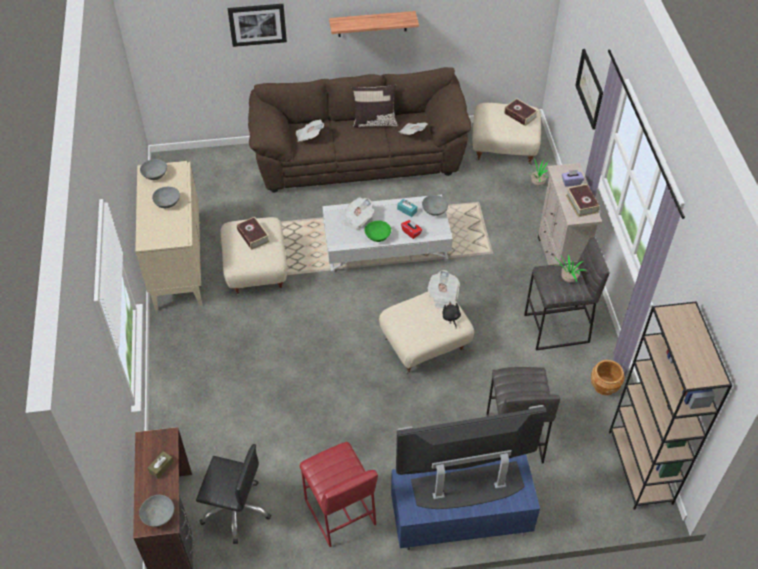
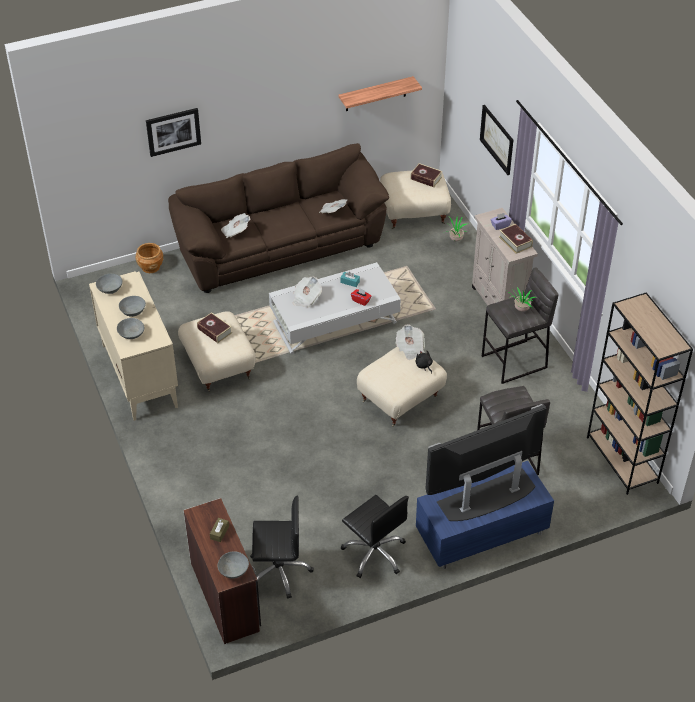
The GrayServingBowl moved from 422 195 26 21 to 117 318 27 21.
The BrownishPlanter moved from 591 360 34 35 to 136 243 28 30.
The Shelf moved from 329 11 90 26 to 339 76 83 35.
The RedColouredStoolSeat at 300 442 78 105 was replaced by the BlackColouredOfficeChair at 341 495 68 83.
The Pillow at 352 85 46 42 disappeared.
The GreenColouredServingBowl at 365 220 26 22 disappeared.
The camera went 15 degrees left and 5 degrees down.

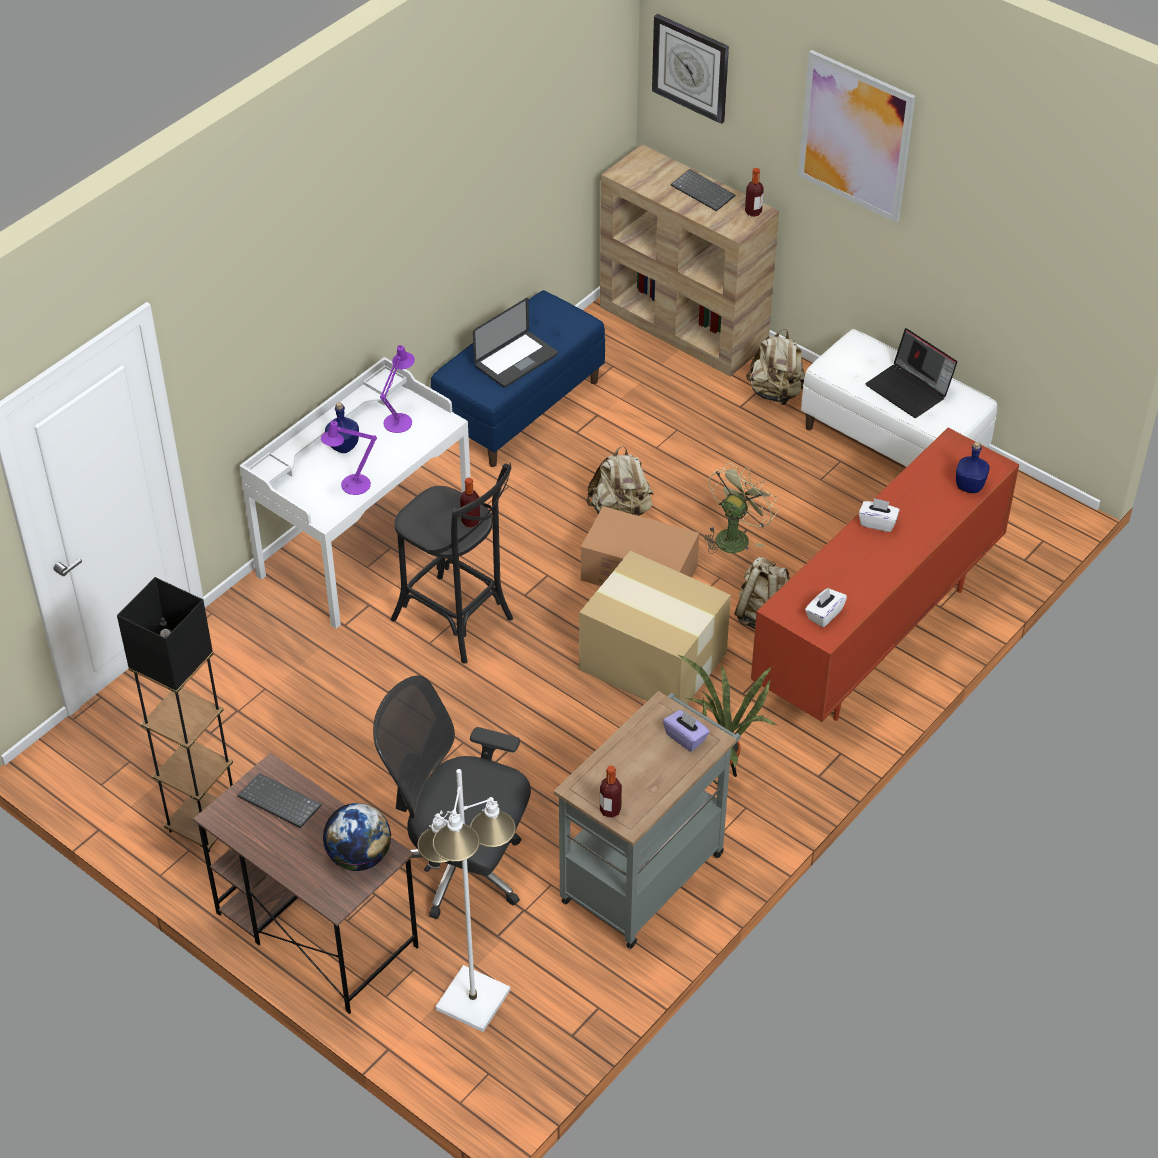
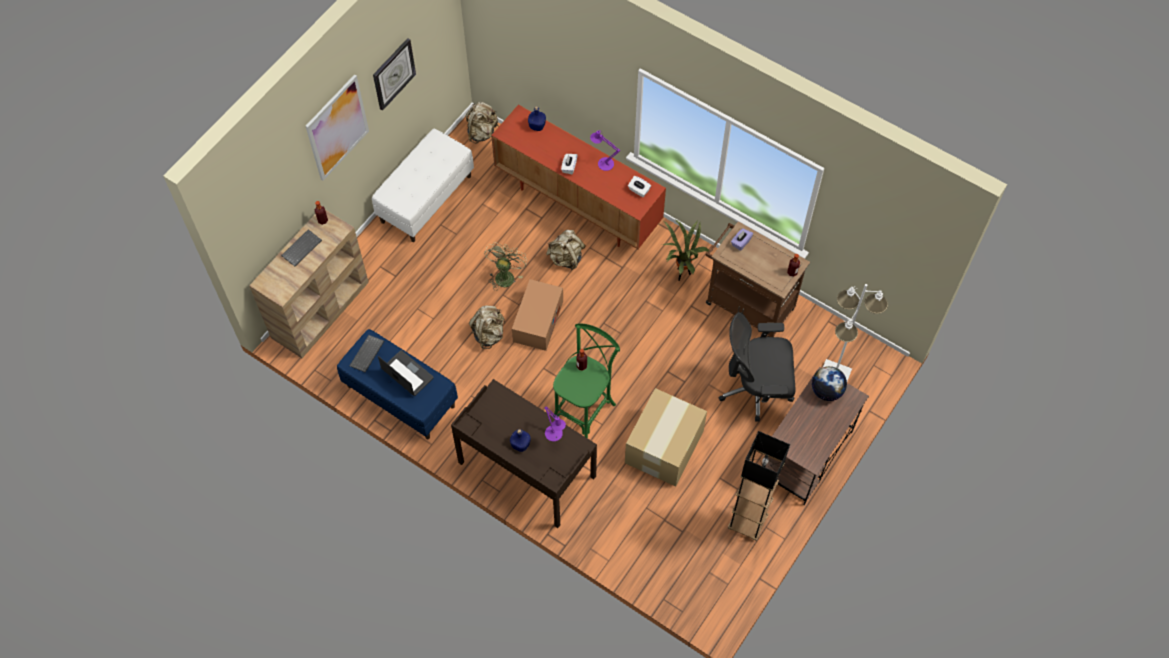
The Keyboard moved from 238 773 84 55 to 350 335 34 37.
The ClockOnTheWall moved from 652 14 77 110 to 373 38 43 73.
The WhiteColouredDeskUnit at 240 357 231 272 became the BrownishDeskUnit at 451 379 146 149.
The BeigeColouredBackpack moved from 746 329 59 76 to 466 102 33 42.
The GreenColouredCoolingFan at 704 463 74 91 turned 75 degrees clockwise.
The BlackColouredStoolSeat at 391 462 122 202 became the GreenColouredStoolSeat at 553 323 67 115.
The PurplishTabletopLamp moved from 380 345 35 88 to 590 130 30 41.
The PackingBox moved from 579 551 152 153 to 625 388 82 99.
The GrayCart at 554 691 187 258 became the BrownishCart at 705 221 105 116.
The OfficeChair at 373 676 158 243 turned 75 degrees clockwise.
The PortableComputer at 865 328 92 90 disappeared.
The camera went 95 degrees left and 15 degrees up.

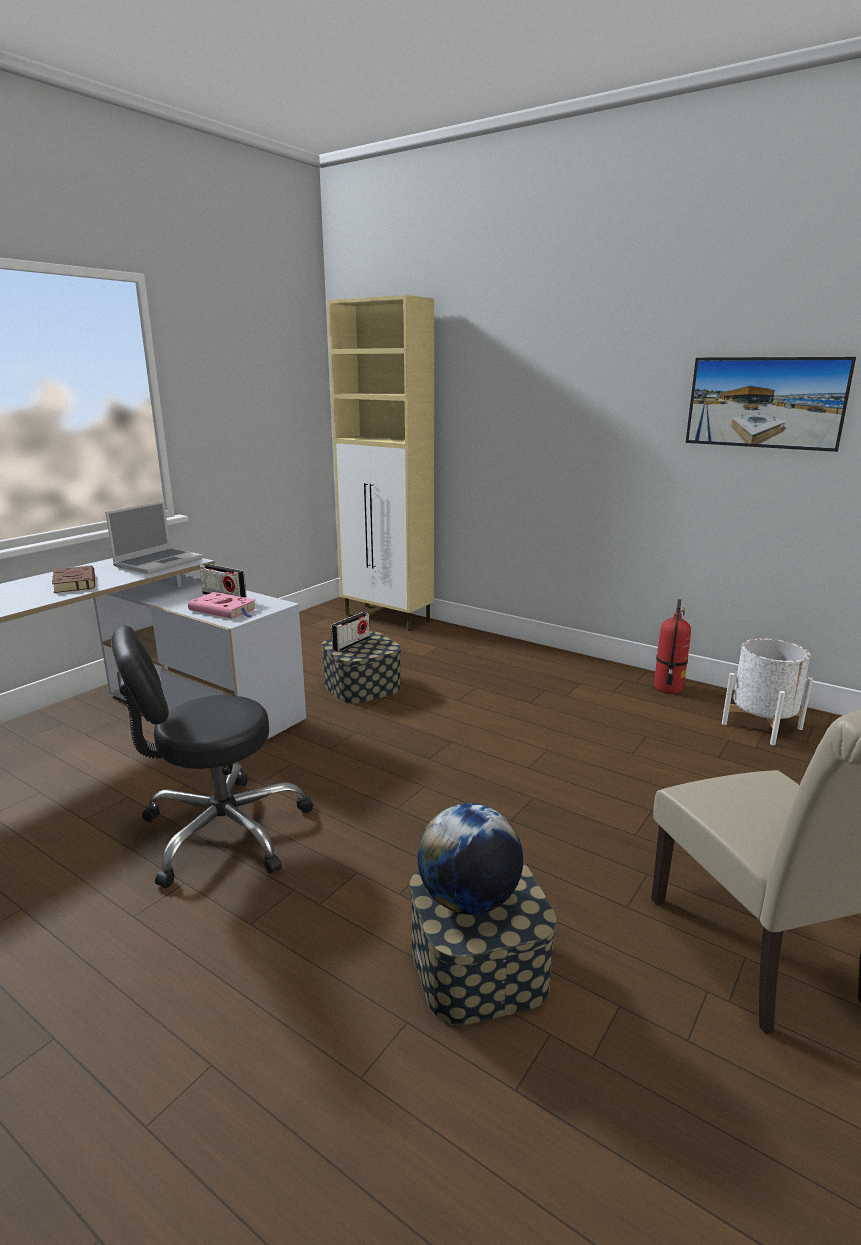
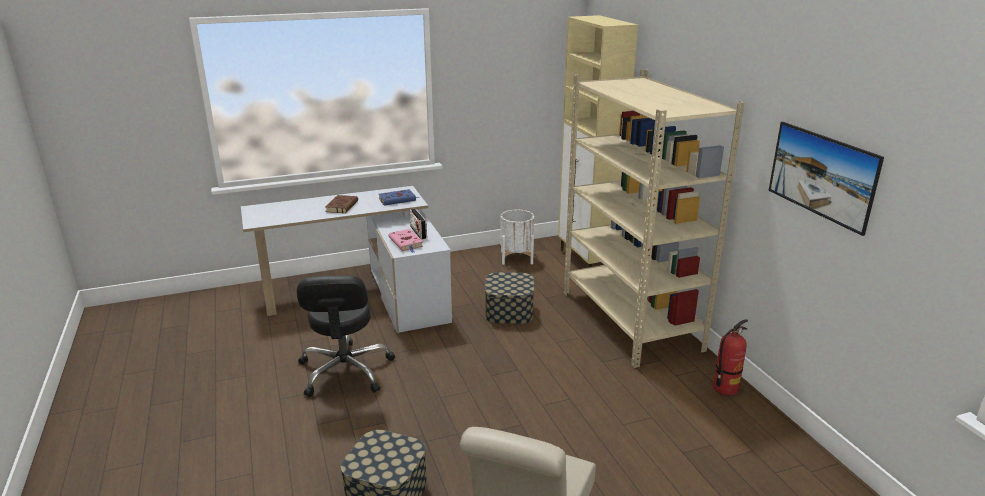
The BlackColouredOfficeChair at 111 626 203 262 turned 105 degrees counterclockwise.
The PortableComputer at 105 501 98 73 was replaced by the BlueColouredVolume at 379 189 40 17.
The WhiteColouredPlanter moved from 722 638 91 108 to 500 209 34 56.
The BeigeColouredBookshelf at 564 69 180 299 appeared.
The RadioSet at 331 612 39 40 disappeared.
The Globe at 417 803 106 112 disappeared.
The camera went 35 degrees right and 5 degrees up.

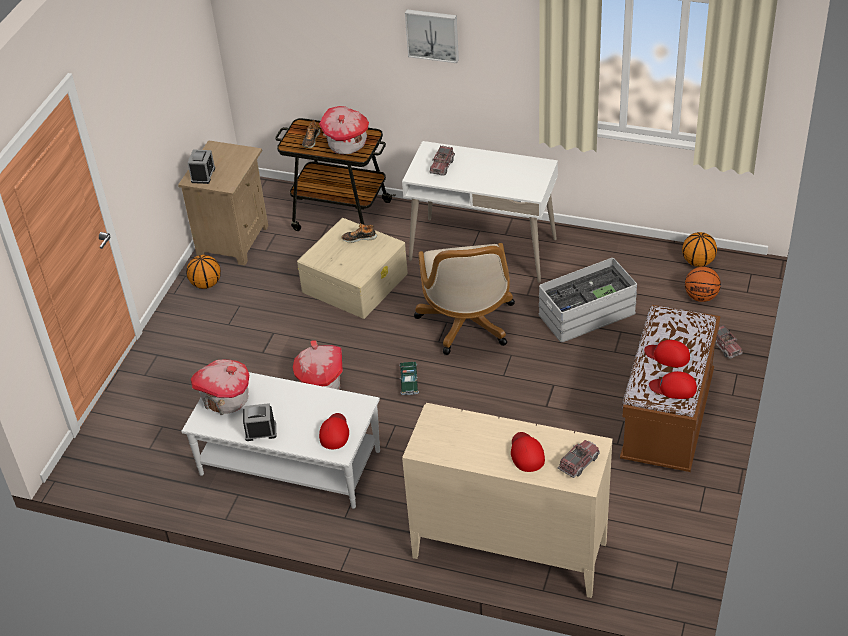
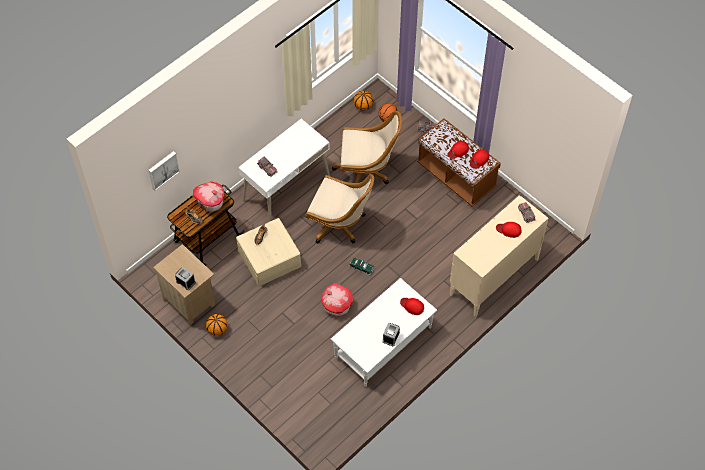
The WallArt moved from 405 9 54 54 to 148 151 32 40.
The GrayStorageBin at 539 258 98 84 was replaced by the OfficeChair at 332 111 70 73.
The ToyHouse at 191 360 58 55 disappeared.
The camera went 65 degrees left and 15 degrees up.

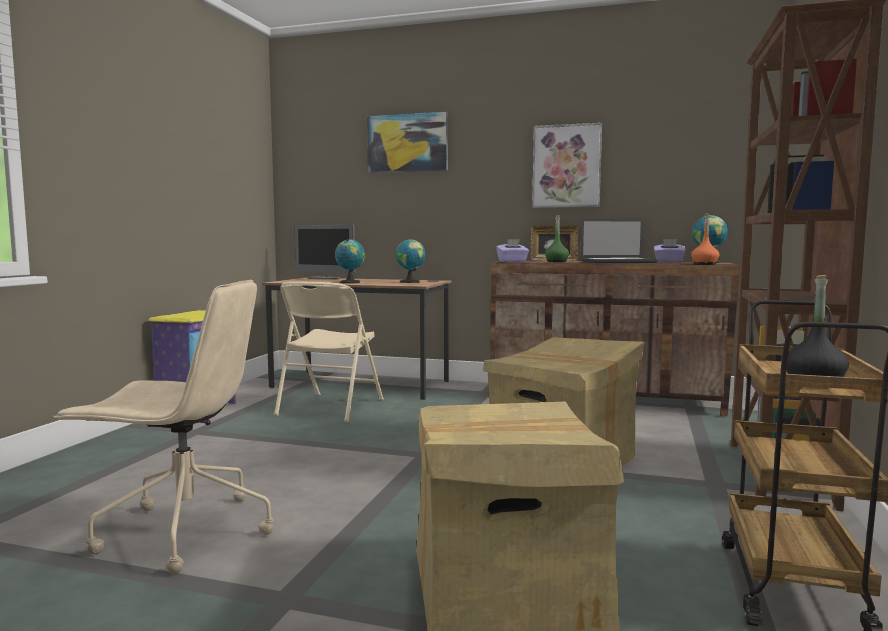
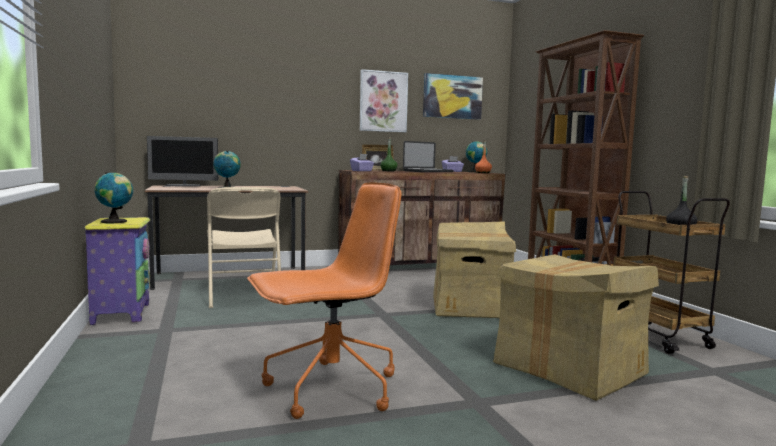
The Globe moved from 396 239 29 44 to 94 172 39 51.
The BeigeColouredOfficeChair at 53 280 221 294 became the OrangeOfficeChair at 247 182 154 237.
The WallArt moved from 367 111 81 62 to 423 73 60 47.
The camera went 35 degrees left and 0 degrees up.

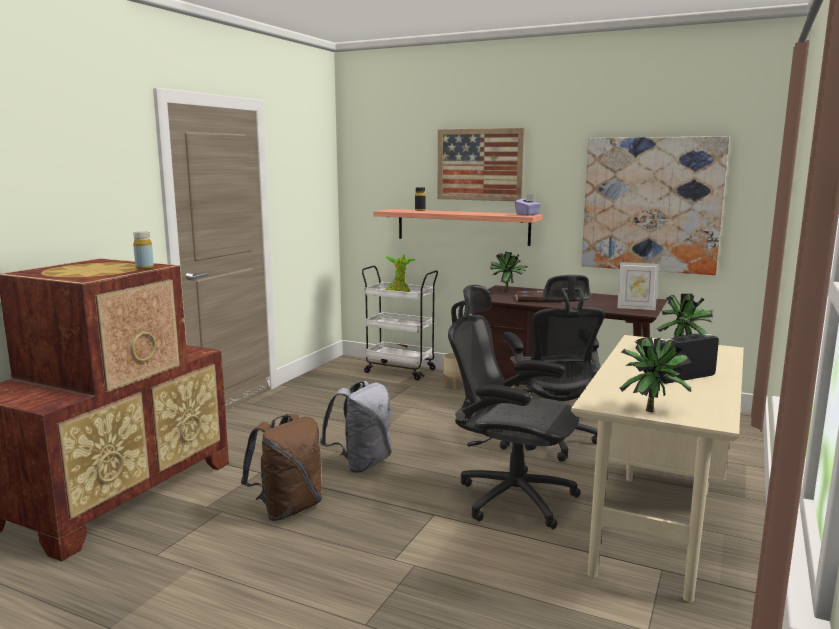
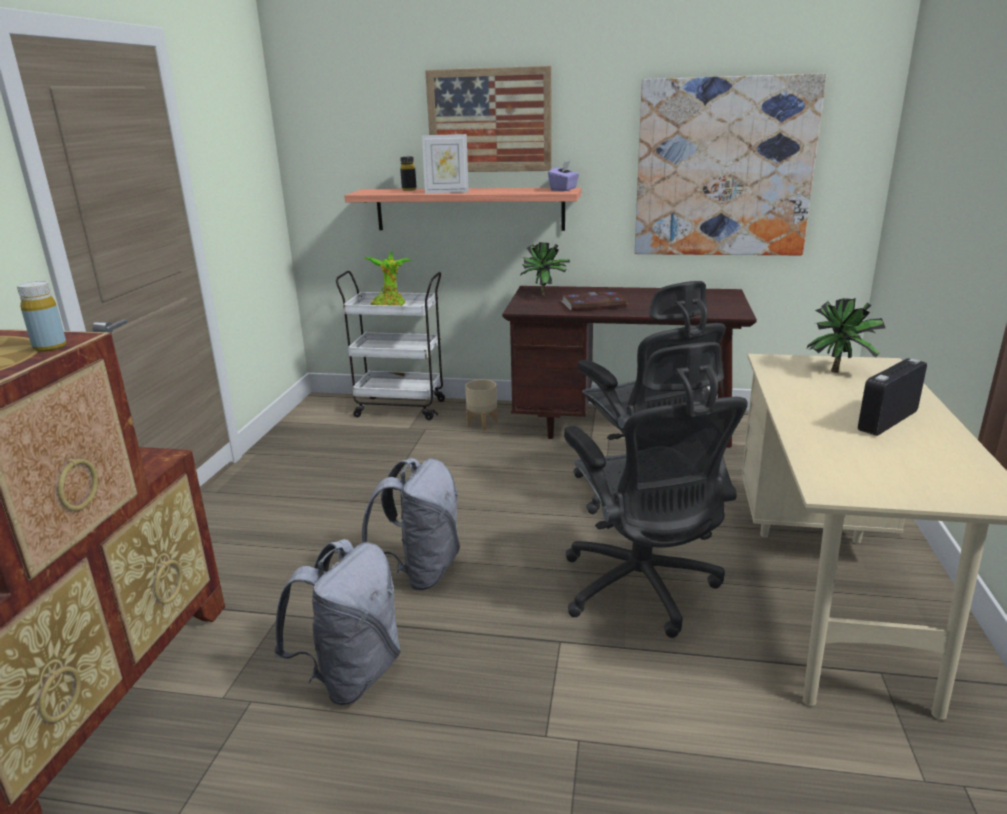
The BrownishBackpack at 241 414 81 107 became the GrayBackpack at 274 539 127 166.
The StandingFrame moved from 617 262 42 48 to 422 134 47 60.
The OfficeChair at 448 285 133 244 turned 120 degrees counterclockwise.
The Houseplant at 620 337 72 75 disappeared.
The camera went 15 degrees left and 10 degrees up.

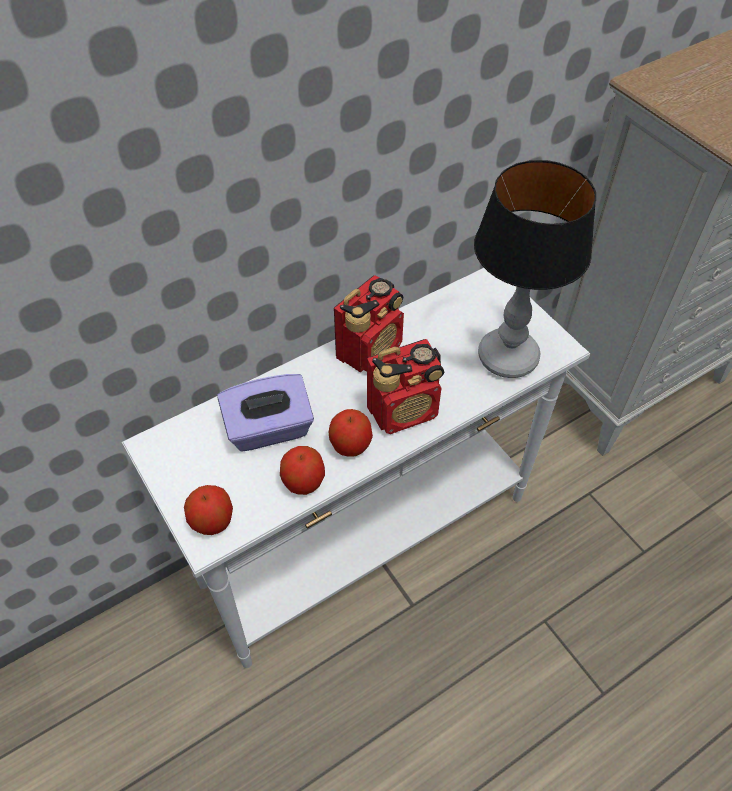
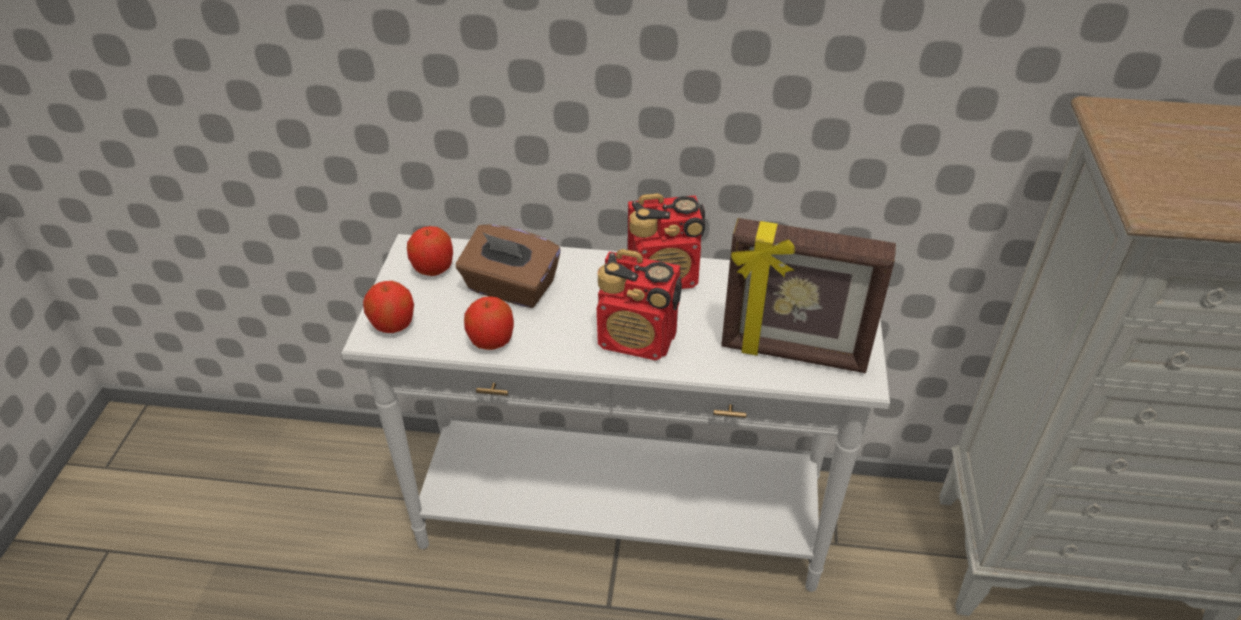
The WholeApple moved from 329 409 44 48 to 407 226 46 50.
The PurplishBoxOfTissues at 217 374 97 78 became the BrownishBoxOfTissues at 456 224 105 84.
The TabletopLamp at 474 160 122 218 was replaced by the StandingFrame at 721 218 175 155.
The camera went 40 degrees right and 10 degrees down.

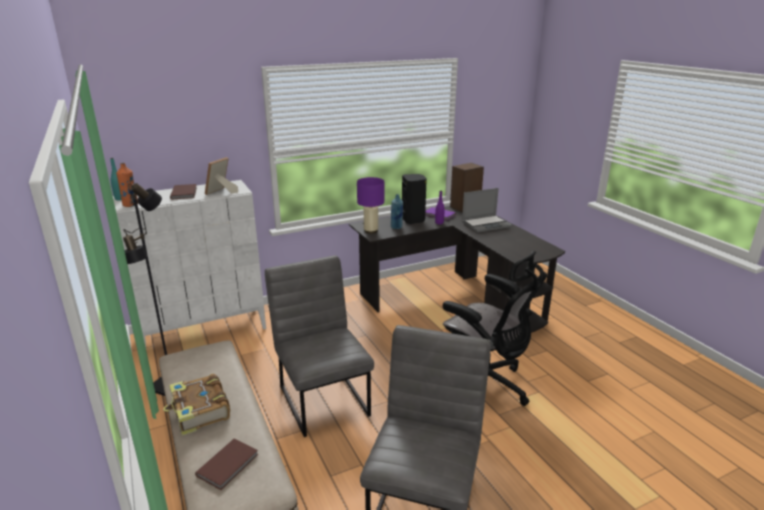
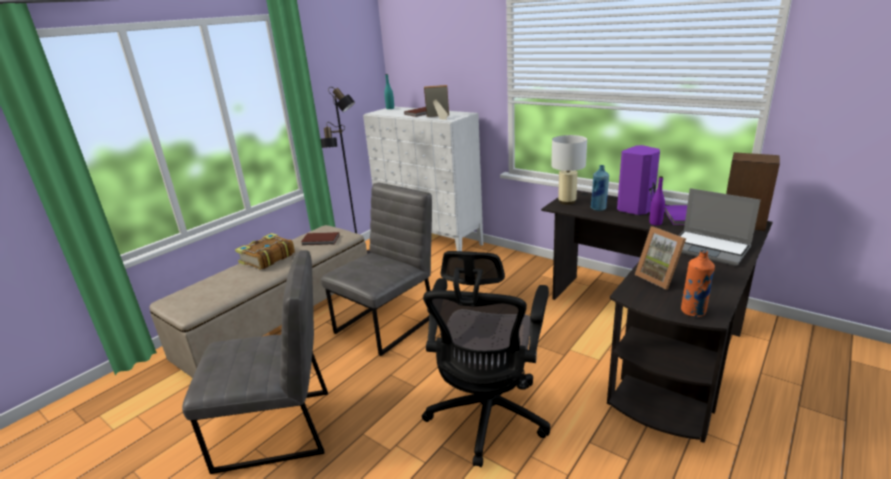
The BrownishVolume moved from 195 439 64 51 to 301 232 39 14.
The PurplishTabletopLamp at 357 177 27 57 became the WhiteColouredTabletopLamp at 552 135 35 70.
The BlackColouredLoudspeaker at 402 174 25 50 became the PurplishLoudspeaker at 617 145 43 70.
The StandingFrame at 635 226 51 64 appeared.
The OrangeBeverageBottle moved from 116 163 22 44 to 681 250 34 67.
The camera went 65 degrees right and 0 degrees up.

